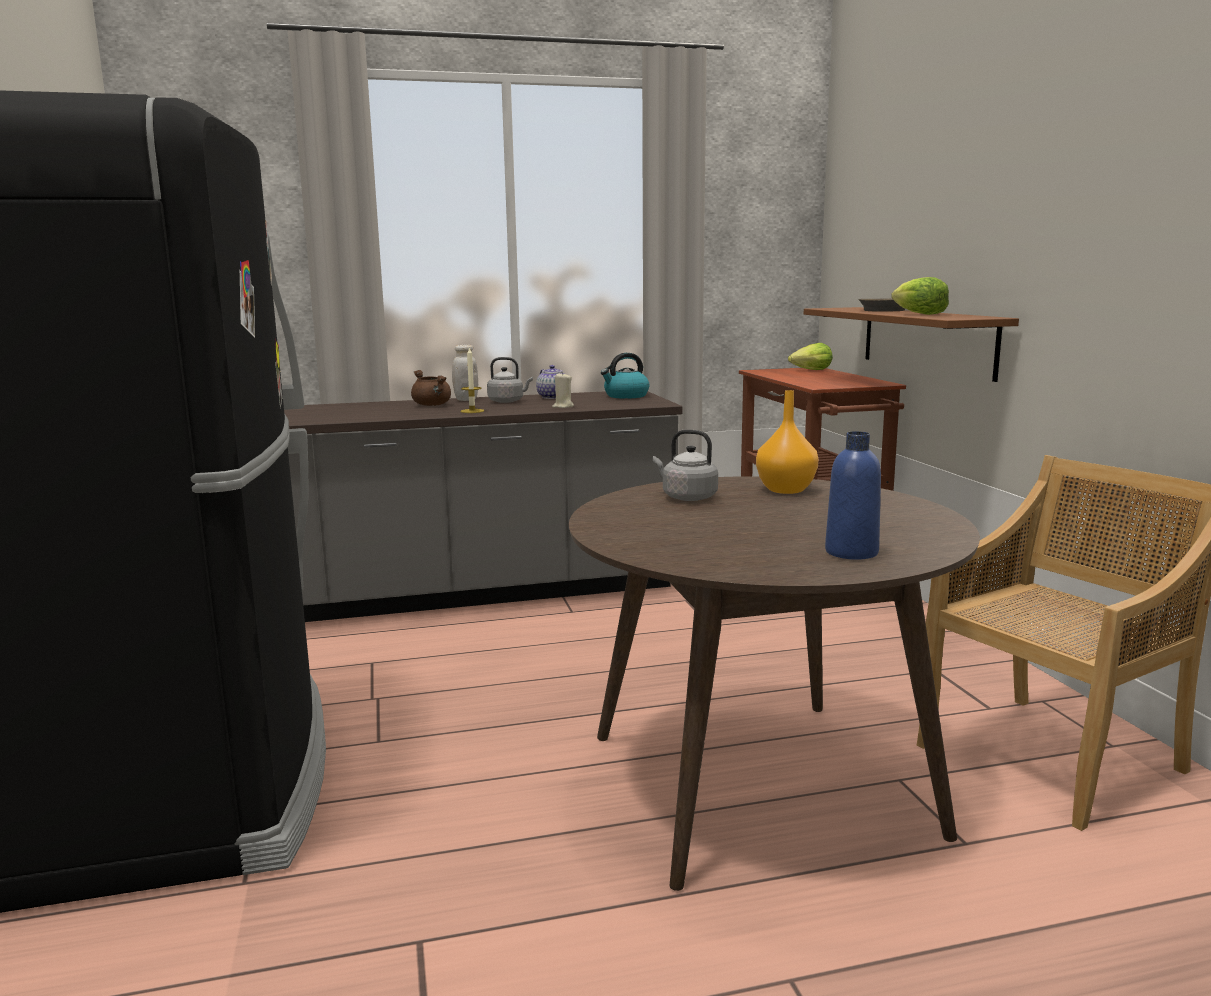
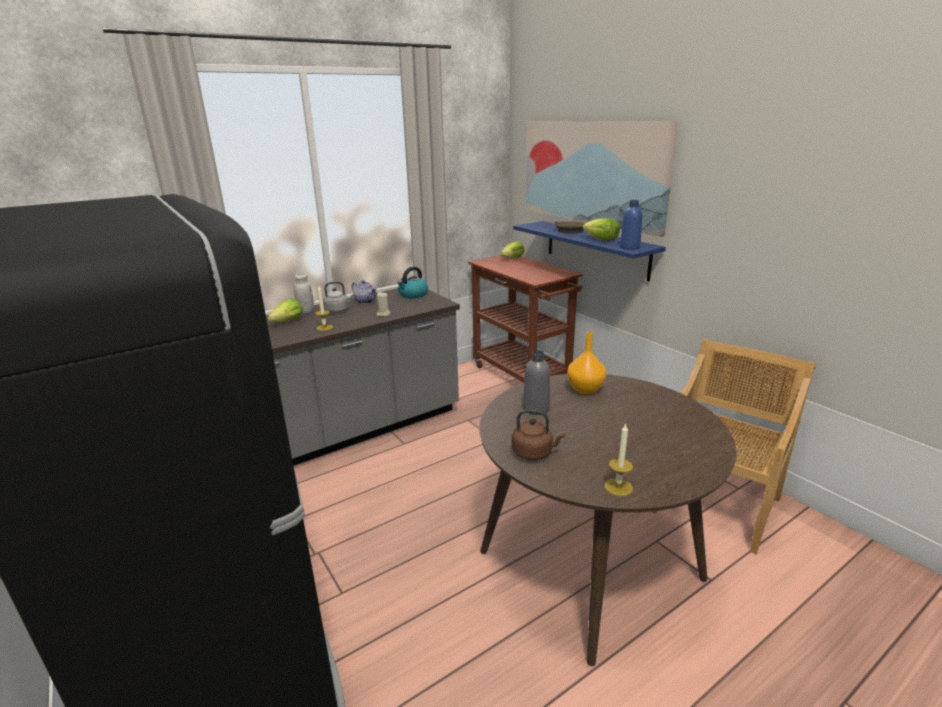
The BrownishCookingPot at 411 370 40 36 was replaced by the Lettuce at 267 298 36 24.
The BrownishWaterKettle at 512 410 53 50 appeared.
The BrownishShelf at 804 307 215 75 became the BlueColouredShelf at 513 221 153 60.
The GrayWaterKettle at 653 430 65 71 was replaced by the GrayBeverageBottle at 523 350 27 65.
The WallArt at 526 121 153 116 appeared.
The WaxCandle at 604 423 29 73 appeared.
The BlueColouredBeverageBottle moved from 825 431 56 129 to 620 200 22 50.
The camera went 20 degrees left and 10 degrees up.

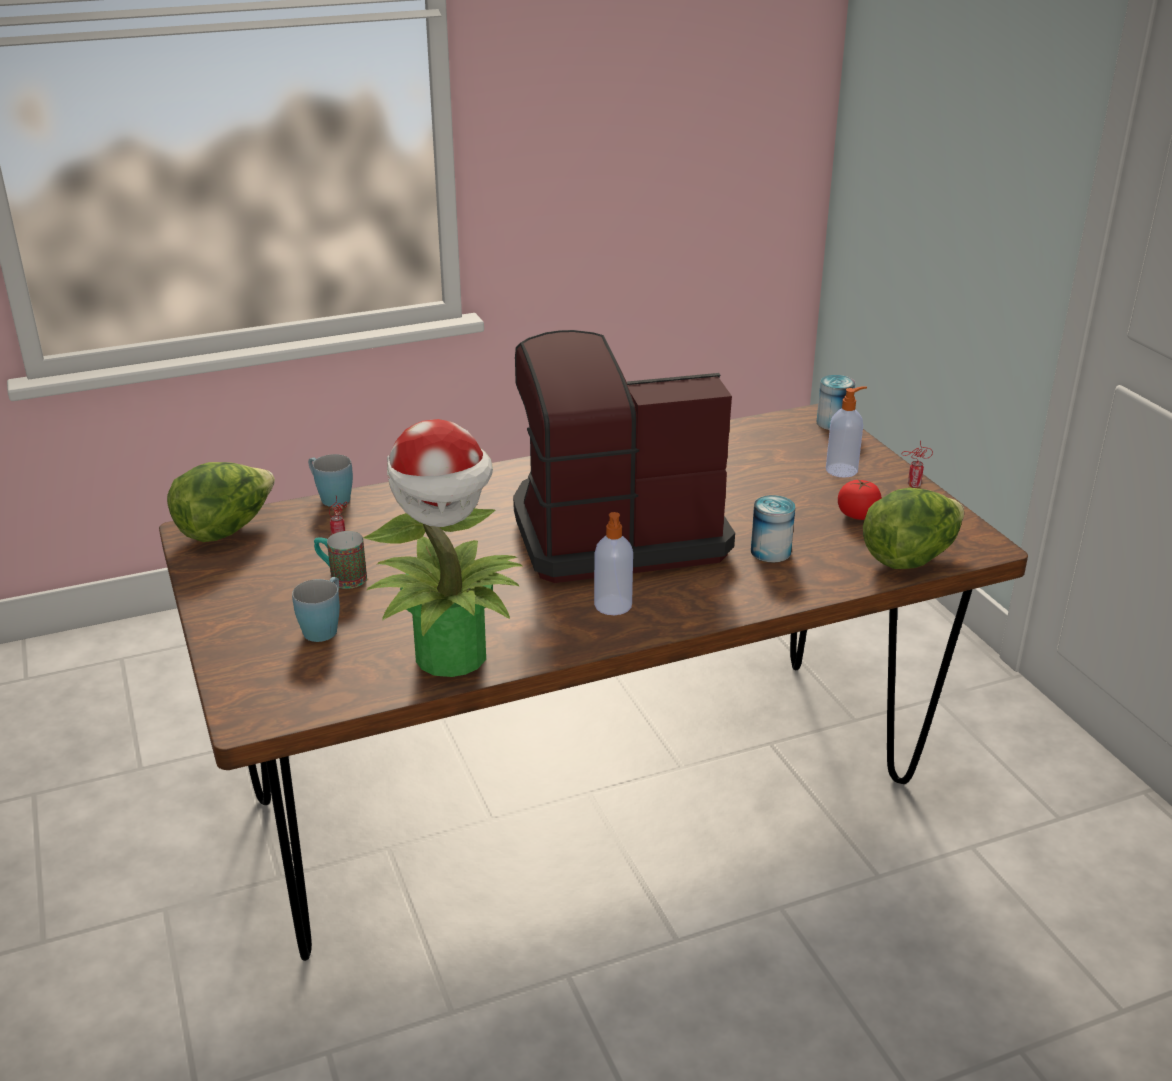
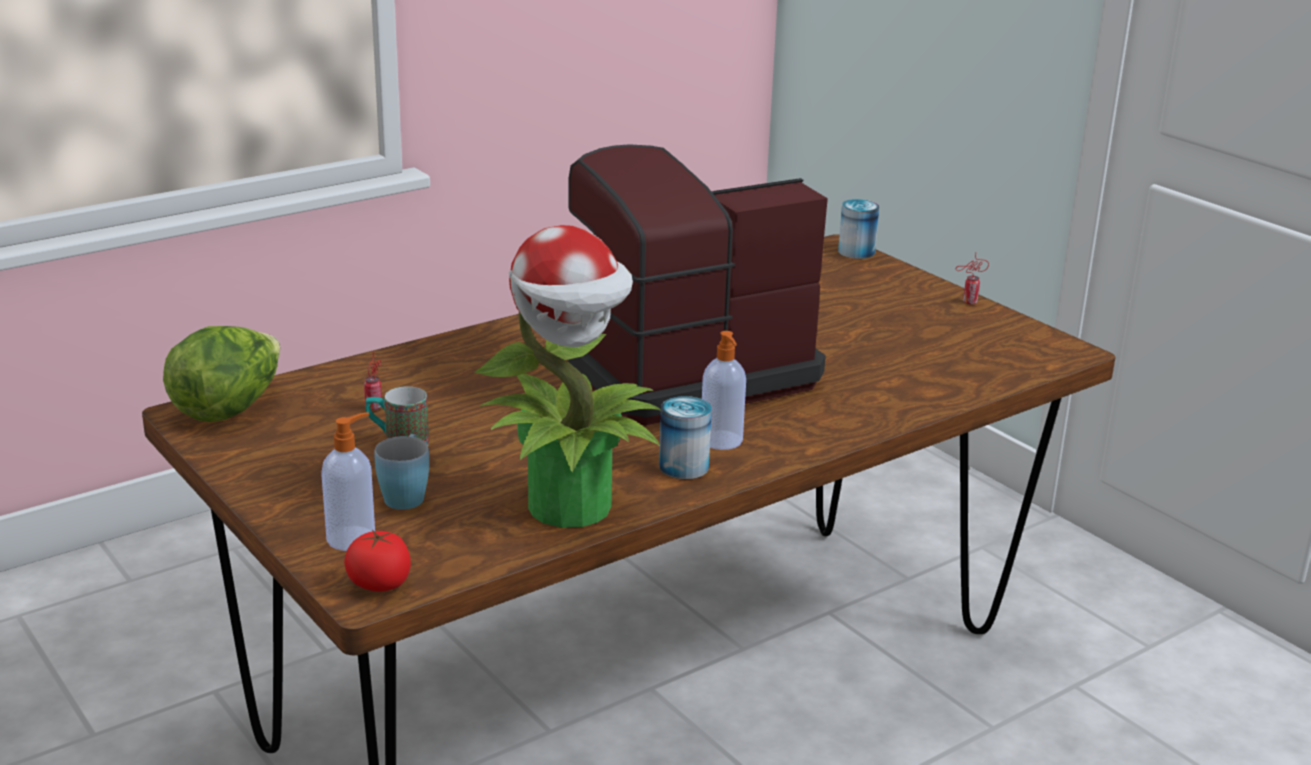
The SoapDispenser moved from 826 386 41 92 to 321 412 54 139.
The WholeTomato moved from 838 479 44 41 to 344 530 67 62.
The MetalCan moved from 751 495 44 67 to 659 396 53 83.
The BlueColouredMug at 308 454 45 53 disappeared.
The Lettuce at 863 488 101 81 disappeared.
The camera went 15 degrees left and 5 degrees down.

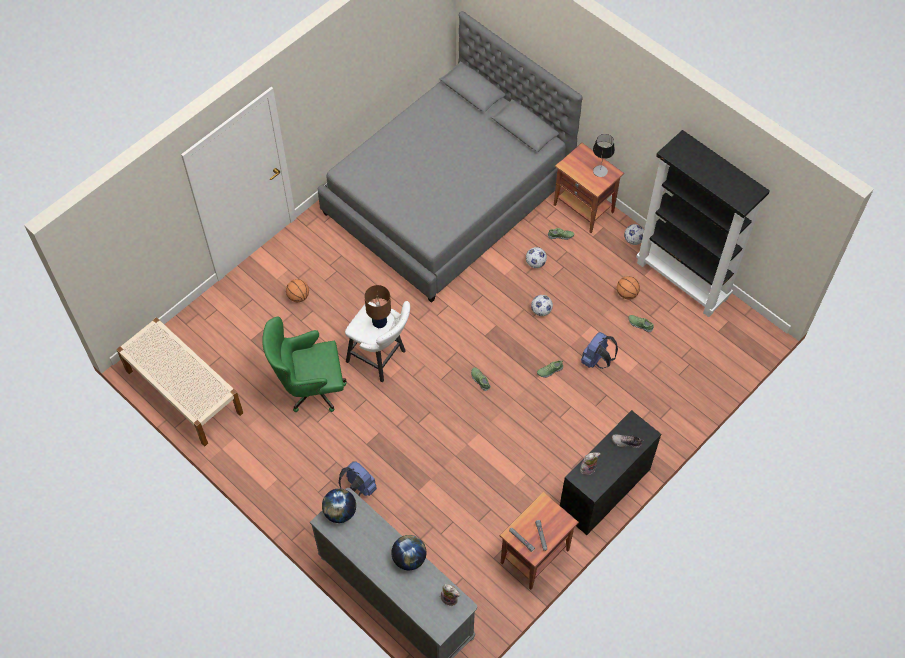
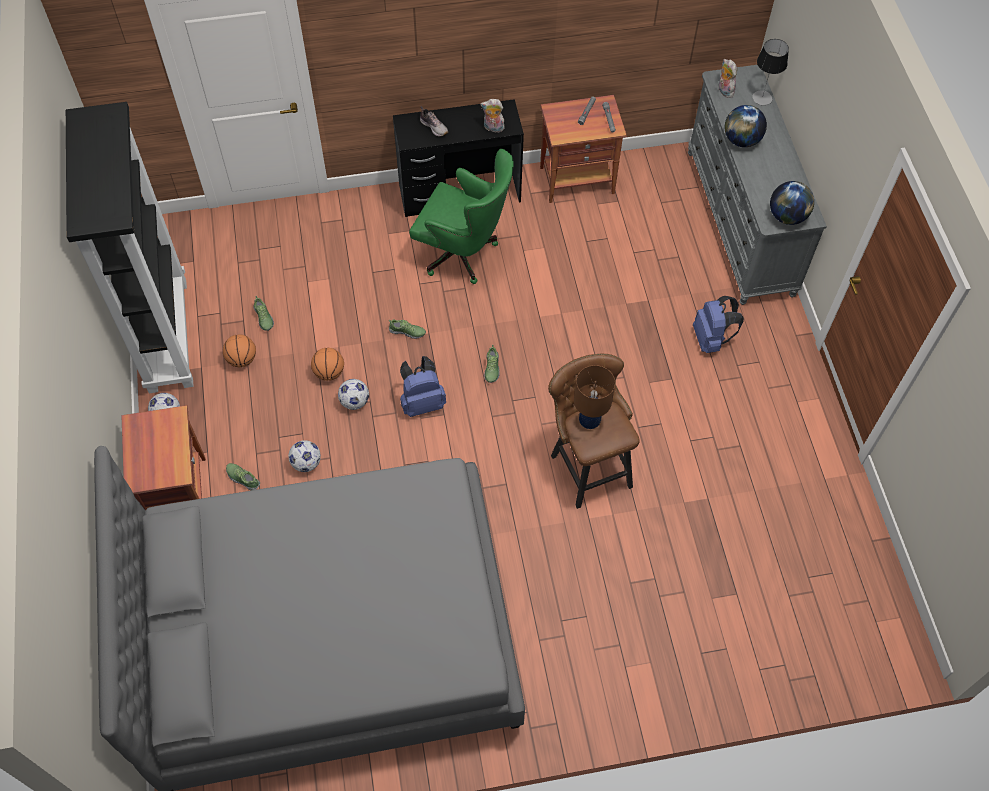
The BasketballBall moved from 286 279 23 23 to 311 348 33 33.
The BlueColouredBackpack moved from 581 332 37 37 to 400 356 46 61.
The GreenColouredOfficeChair moved from 262 317 85 95 to 409 149 105 135.
The WhiteColouredStoolSeat at 345 301 65 82 became the BrownishStoolSeat at 548 354 92 155.
The TabletopLamp moved from 593 134 22 43 to 752 39 37 66.
The BeigeColouredBench at 116 317 127 130 disappeared.
The camera went 145 degrees left and 0 degrees up.

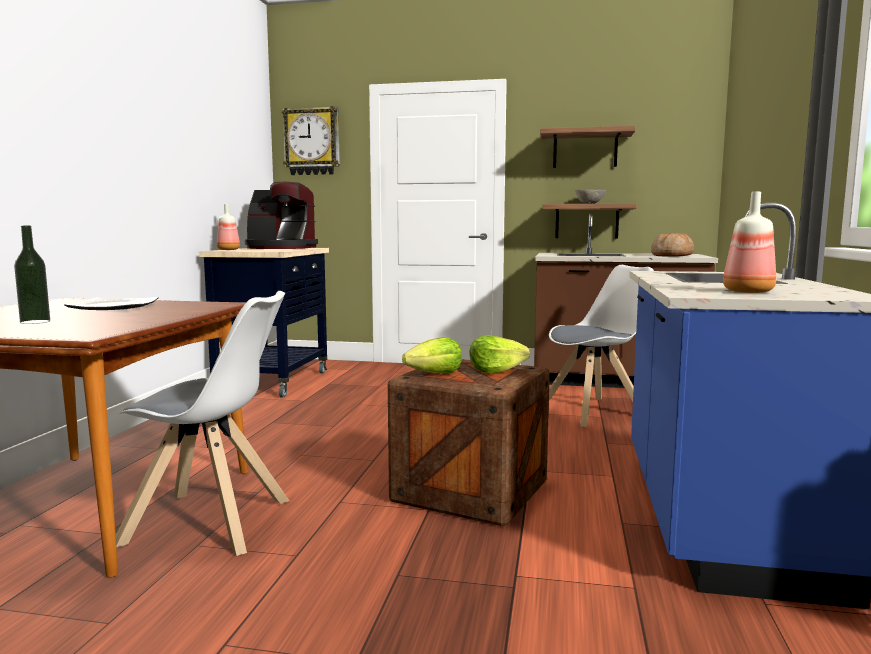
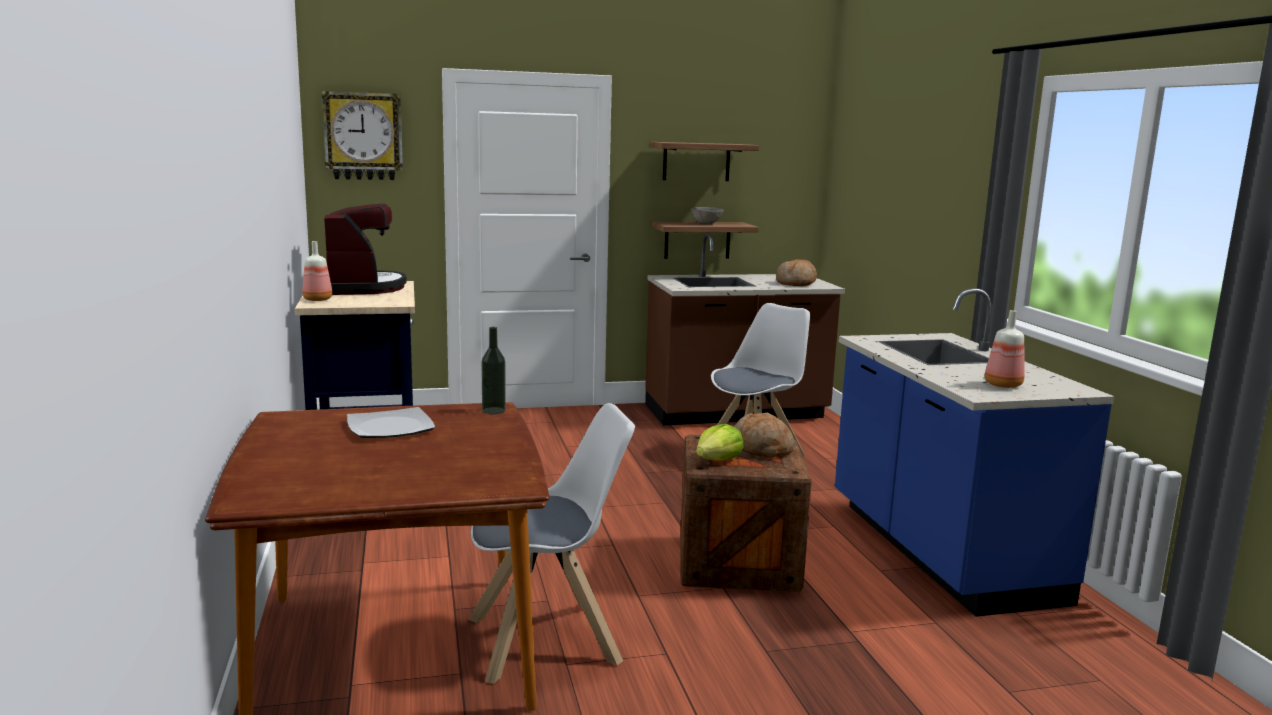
The CoffeeMaker at 245 182 73 67 turned 90 degrees counterclockwise.
The BeverageBottle moved from 14 226 36 98 to 481 327 25 87.
The Lettuce at 470 335 60 38 was replaced by the BakeryBread at 734 413 61 44.
The camera went 25 degrees left and 5 degrees up.

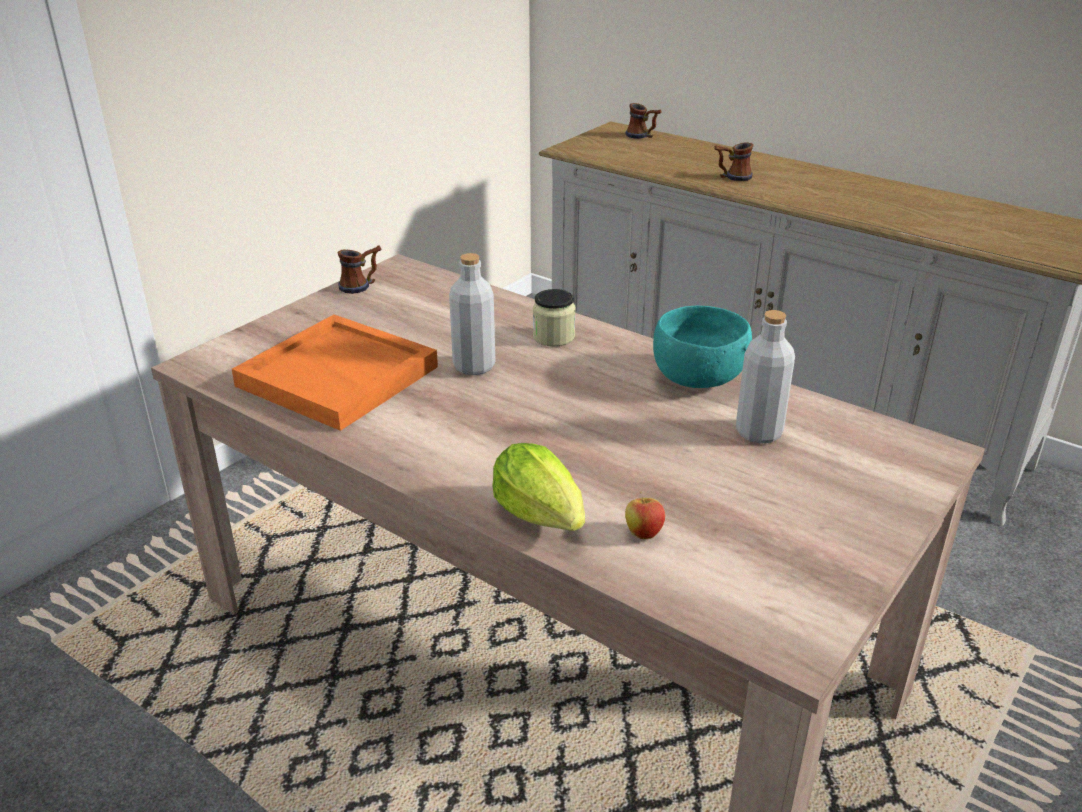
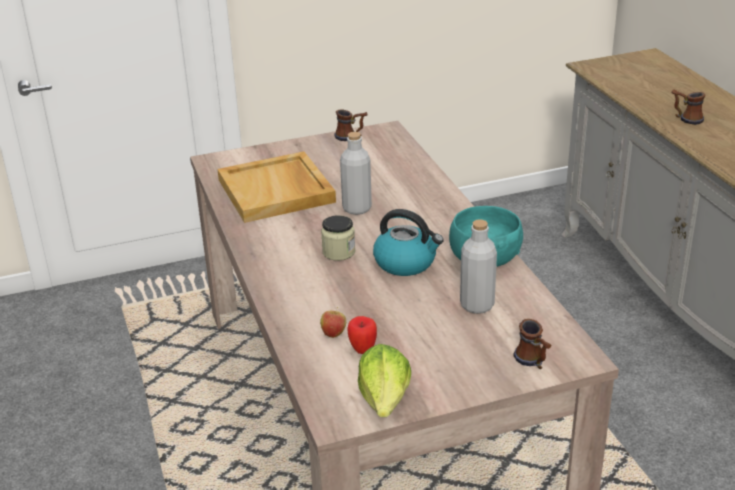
The OrangeTray at 232 315 206 116 became the BeigeColouredTray at 217 151 119 72.
The StorageJar moved from 533 289 43 57 to 321 215 34 46.
The WholeApple at 347 316 30 38 appeared.
The Lettuce moved from 492 443 93 88 to 358 344 53 73.
The WaterKettle at 373 209 71 67 appeared.
The Mug moved from 625 103 37 36 to 513 319 39 50.
The camera went 35 degrees right and 0 degrees up.

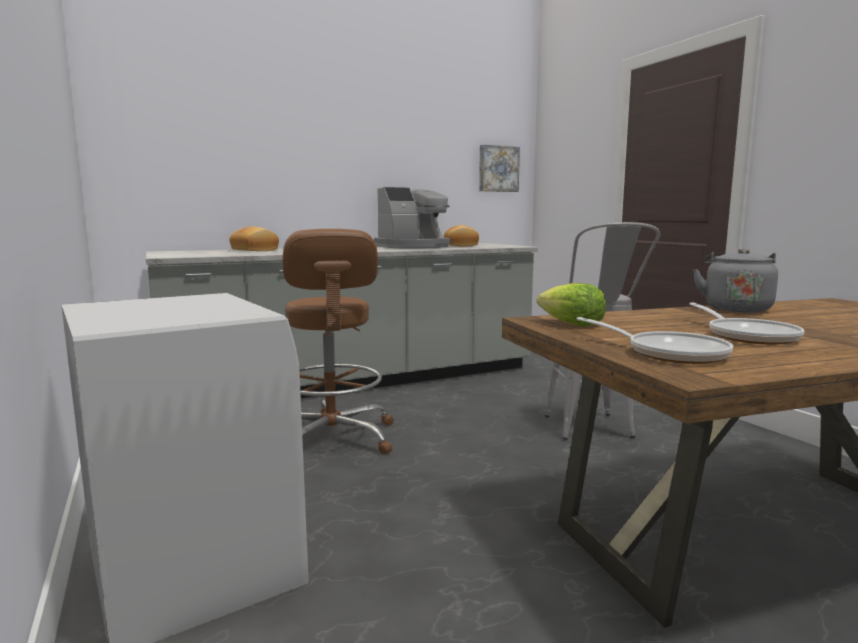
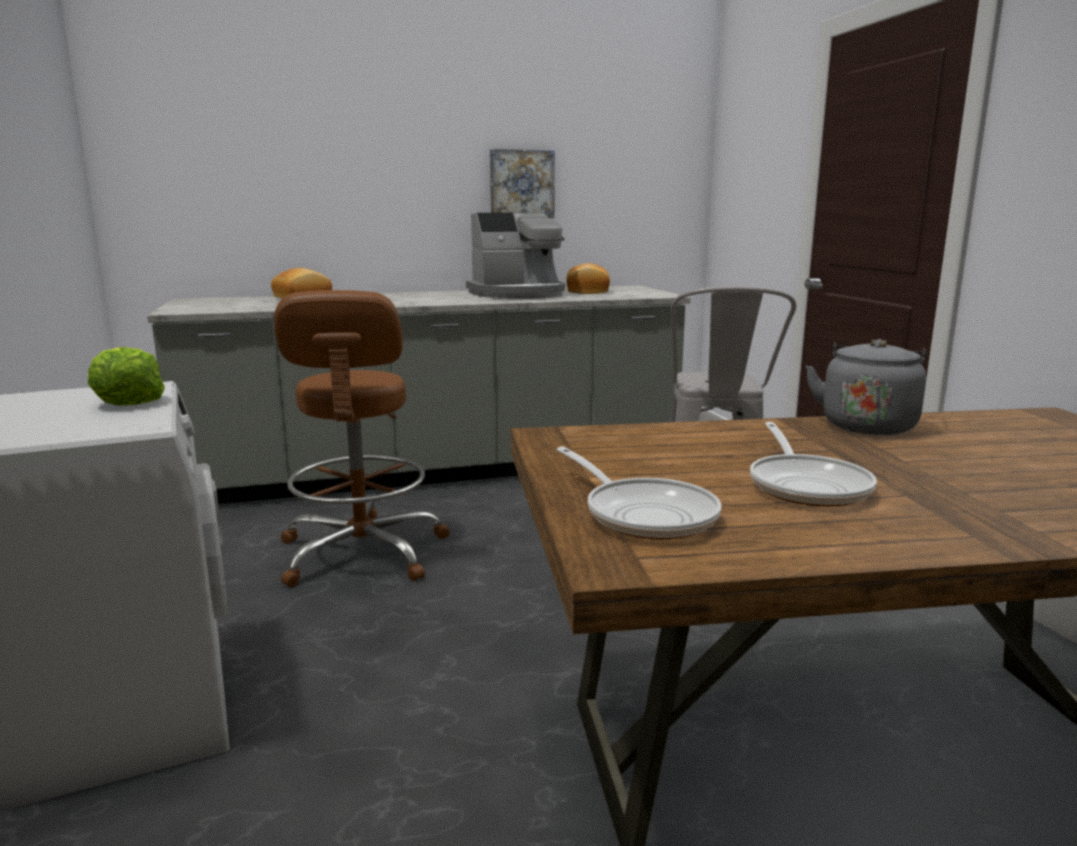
The Lettuce moved from 537 283 69 43 to 88 347 77 59.
The WallArt moved from 479 145 41 47 to 490 149 65 69.
The camera went 10 degrees right and 5 degrees up.

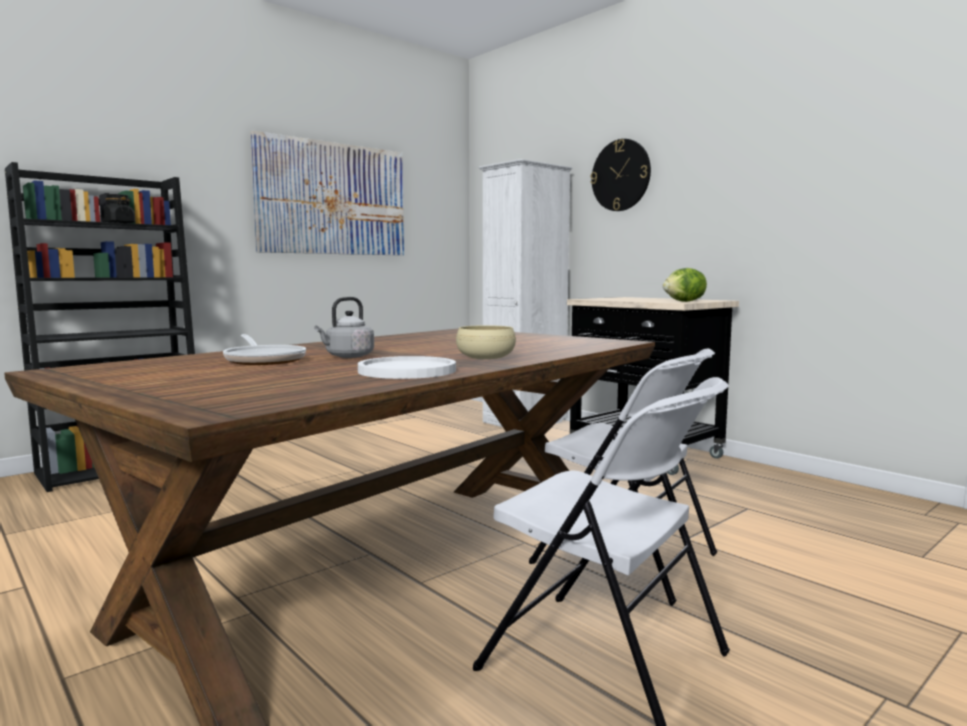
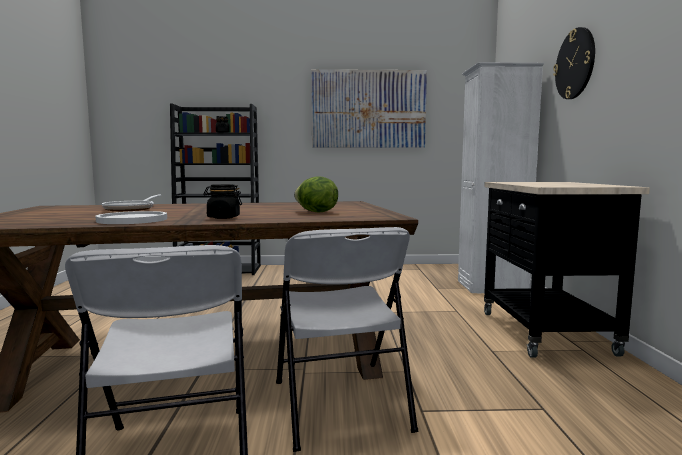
The BeigeColouredServingBowl at 456 325 60 34 was replaced by the BlackColouredStorageJar at 203 184 39 35.
The Lettuce moved from 663 268 44 34 to 294 176 44 36.
The GrayWaterKettle at 314 297 60 61 disappeared.
The camera went 40 degrees right and 0 degrees up.

